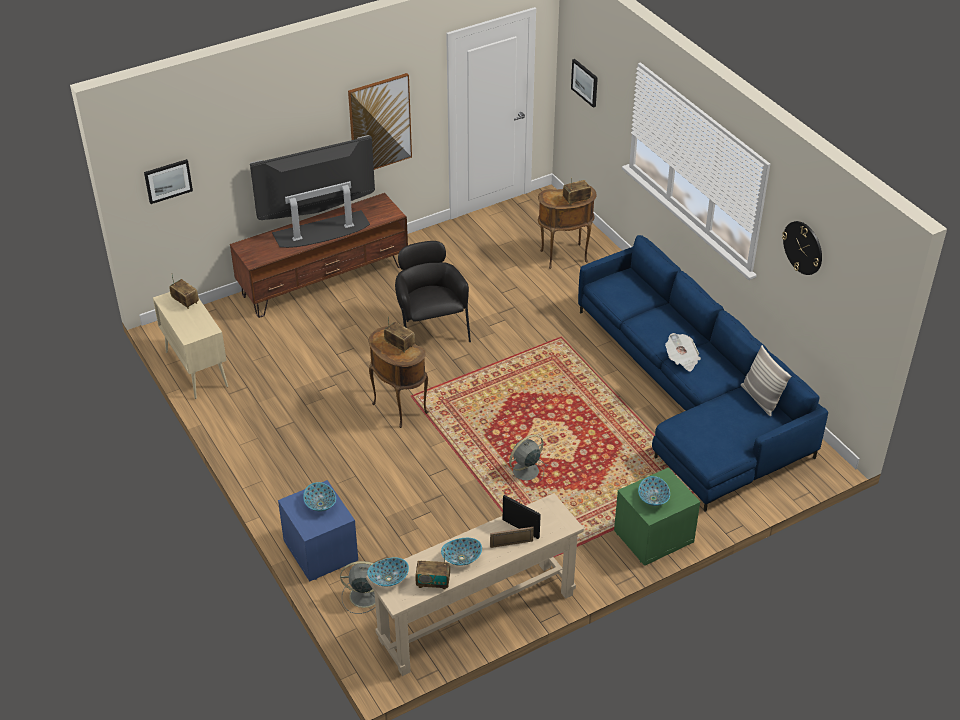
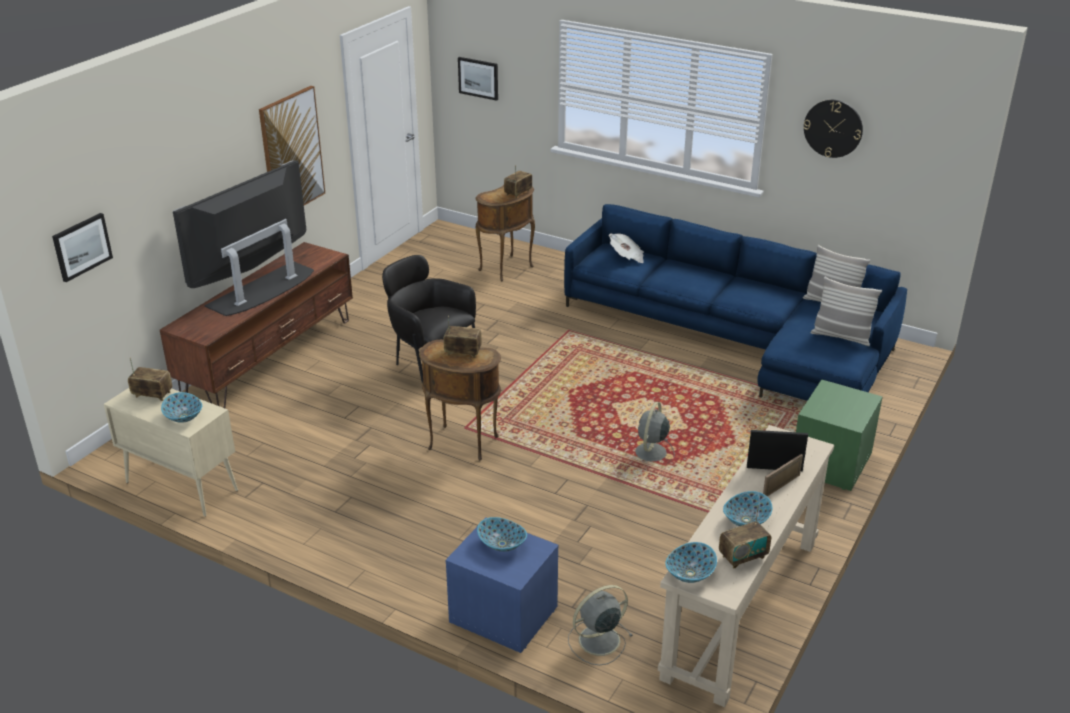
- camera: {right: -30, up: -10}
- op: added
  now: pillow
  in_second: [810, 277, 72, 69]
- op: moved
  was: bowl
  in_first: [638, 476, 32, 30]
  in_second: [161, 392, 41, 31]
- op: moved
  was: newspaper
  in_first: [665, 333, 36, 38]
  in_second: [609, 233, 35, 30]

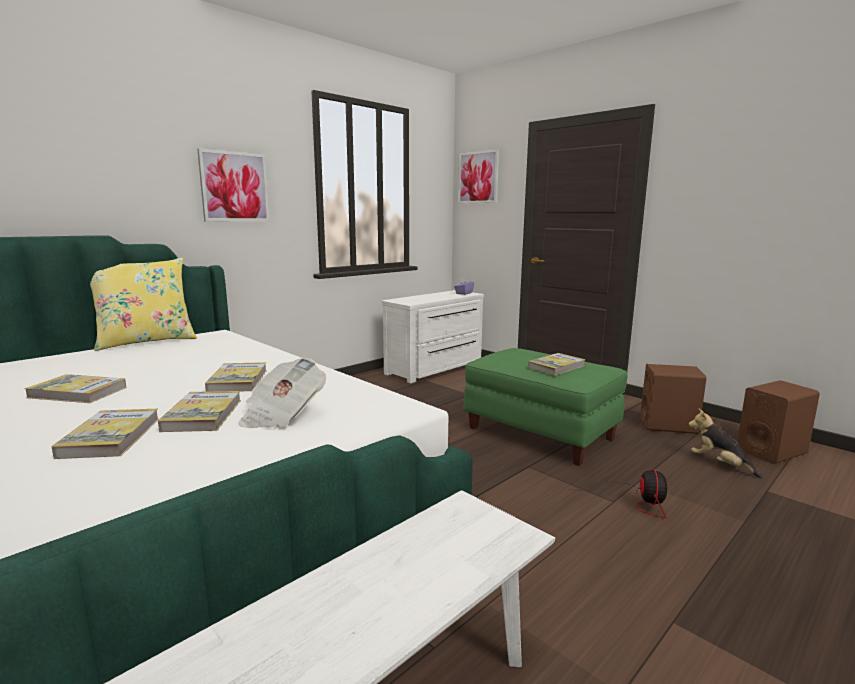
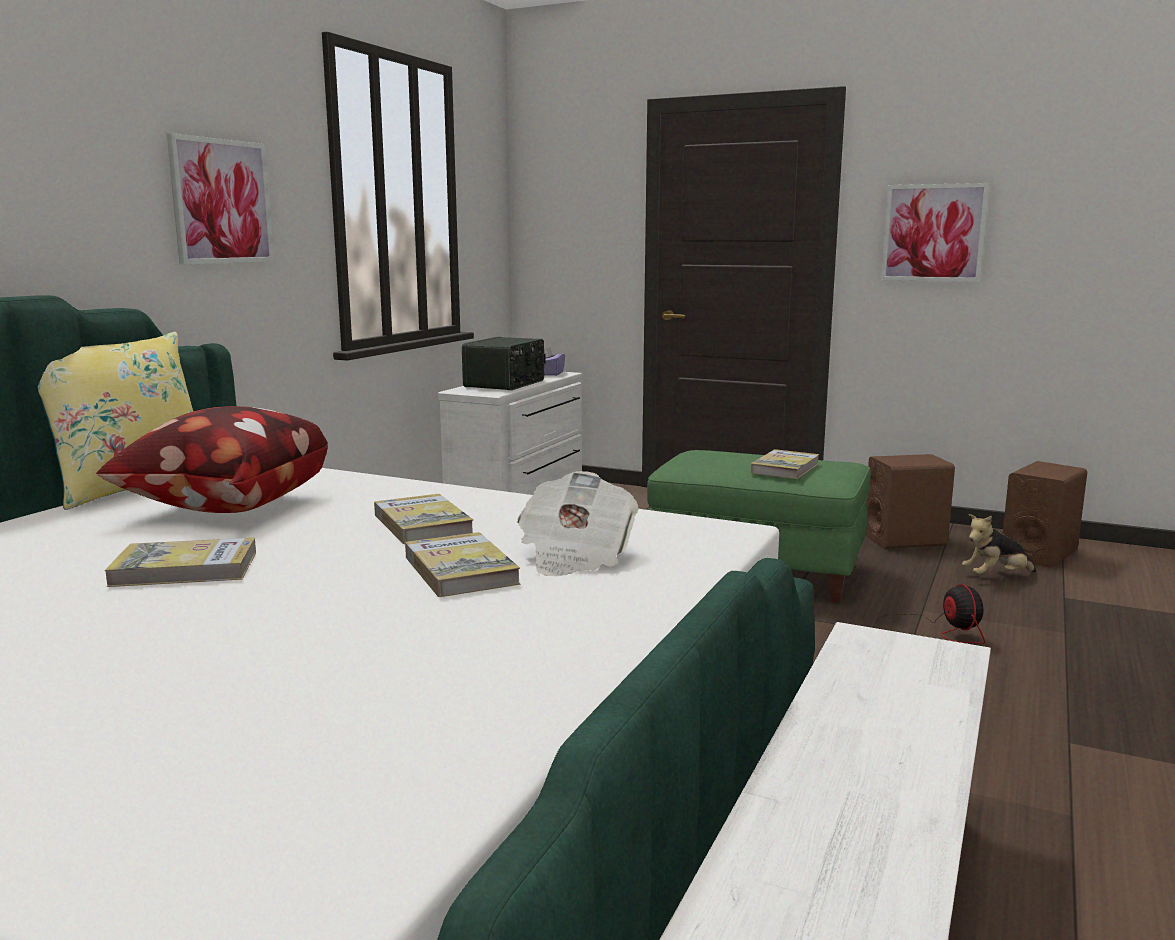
- camera: {right: -20, up: 0}
- op: removed
  was: book
  in_first: [51, 409, 108, 50]
- op: added
  now: pillow
  in_second: [96, 406, 232, 107]
- op: added
  now: radio
  in_second: [462, 337, 84, 53]
- op: moved
  was: picture
  in_first: [458, 149, 41, 54]
  in_second: [881, 183, 109, 99]
- op: turned
  was: plush toy
  in_first: [688, 408, 75, 70]
  in_second: [962, 514, 74, 60]
  clockwise: -45

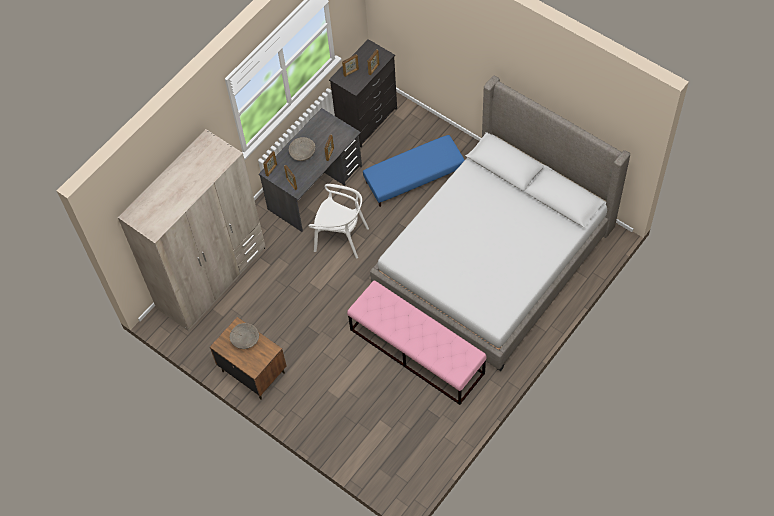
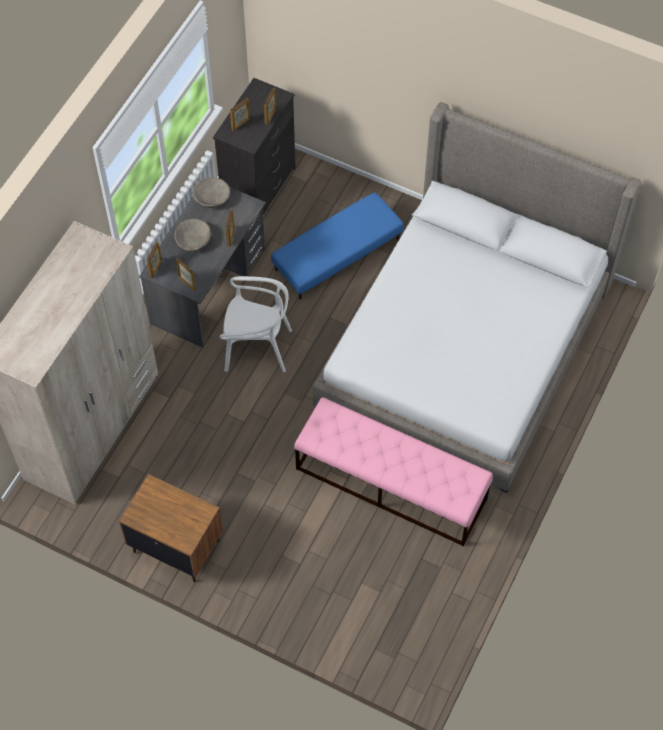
- camera: {right: -15, up: 0}
- op: moved
  was: bowl (beige)
  in_first: [230, 323, 29, 26]
  in_second: [193, 177, 37, 31]

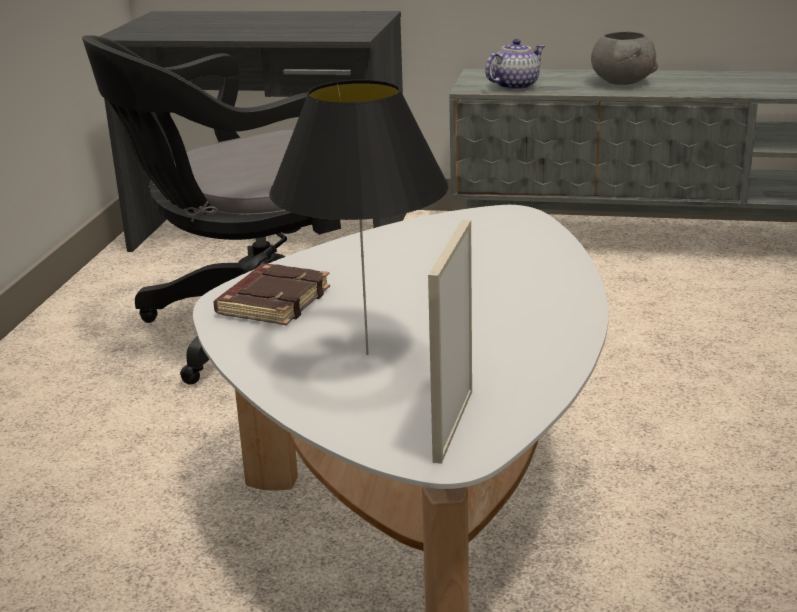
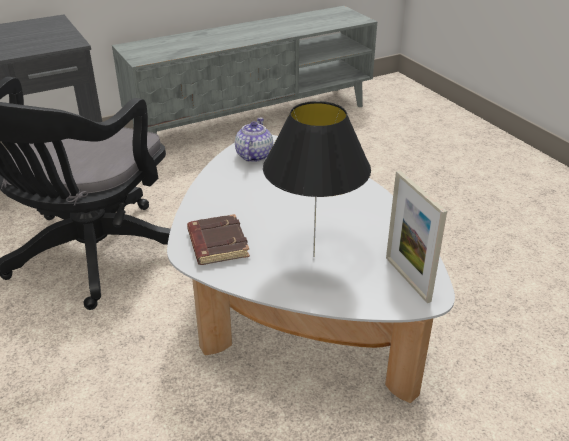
- camera: {right: -40, up: 10}
- op: removed
  was: bowl (grey)
  in_first: [591, 32, 67, 53]
- op: moved
  was: teapot
  in_first: [485, 39, 60, 51]
  in_second: [235, 117, 38, 45]

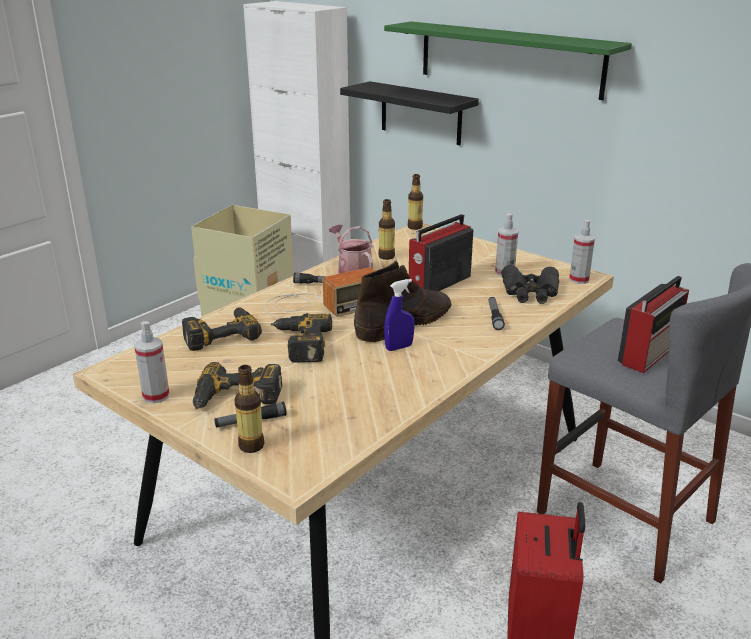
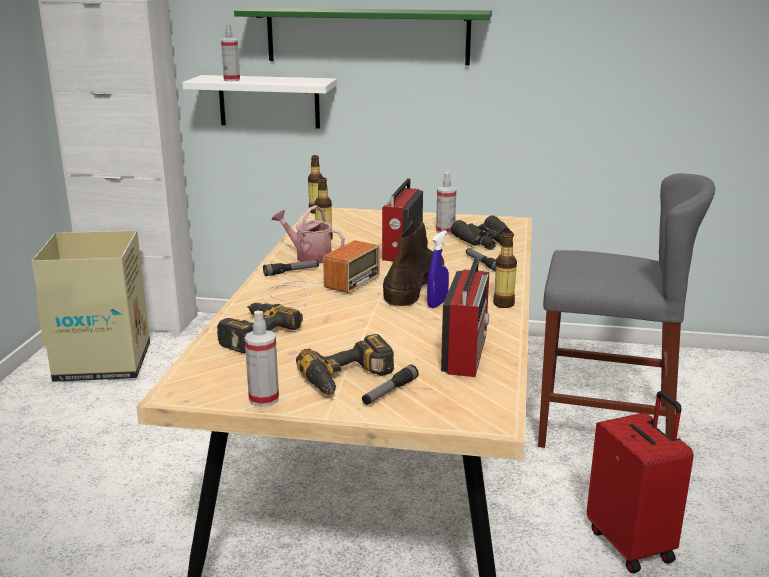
- camera: {right: -30, up: -5}
- op: removed
  was: power drill
  in_first: [271, 313, 61, 49]
- op: moved
  was: bottle
  in_first: [234, 365, 31, 88]
  in_second: [493, 231, 24, 77]
- op: moved
  was: spray bottle
  in_first: [569, 220, 26, 64]
  in_second: [221, 24, 19, 57]
- op: moved
  was: radio
  in_first: [618, 276, 71, 97]
  in_second: [441, 258, 48, 119]
- op: recoloured
  was: shelf (black)
  now: shelf (white)
  in_first: [340, 81, 139, 64]
  in_second: [182, 75, 155, 54]

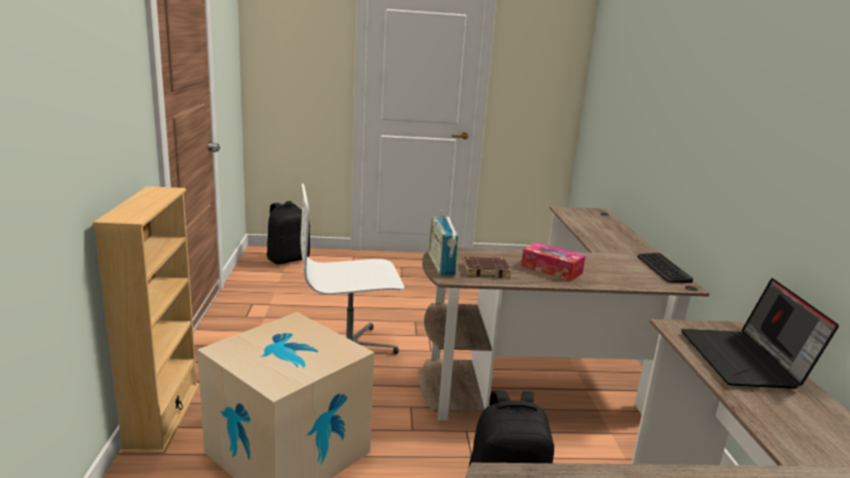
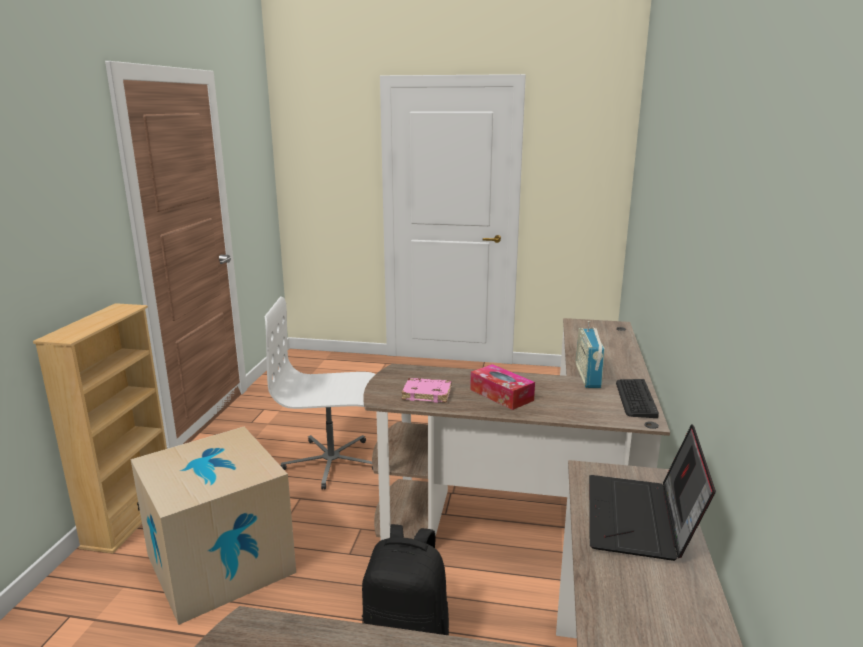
- camera: {right: 15, up: 0}
- op: removed
  was: backpack (black)
  in_first: [267, 201, 43, 63]
- op: moved
  was: radio
  in_first: [428, 209, 30, 67]
  in_second: [576, 321, 29, 67]
- op: recoloured
  was: book (brown)
  now: book (pink)
  in_first: [463, 257, 48, 21]
  in_second: [402, 378, 49, 25]

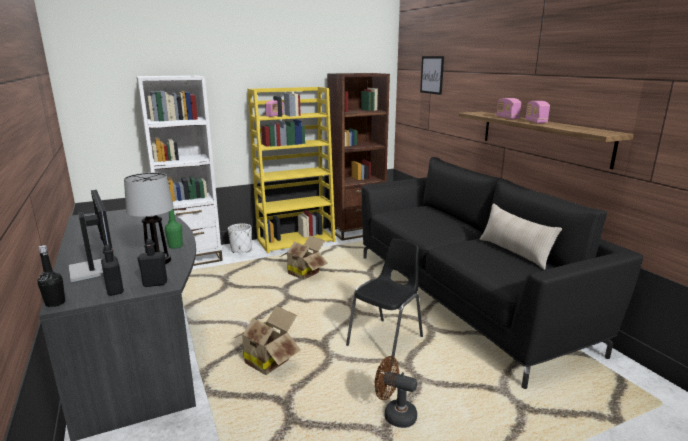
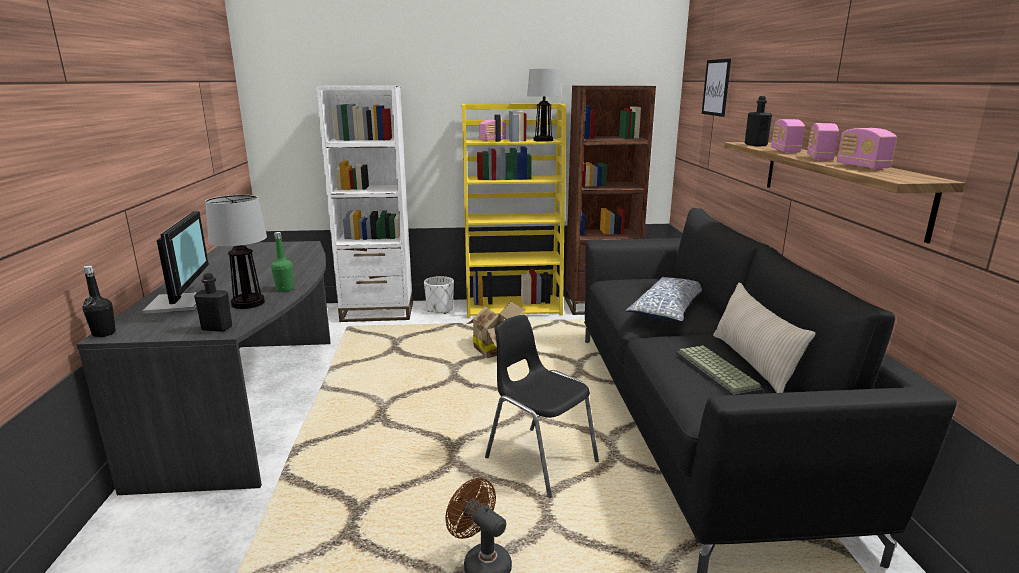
- camera: {right: 20, up: 0}
- op: removed
  was: cardboard box
  in_first: [232, 306, 69, 69]
- op: added
  now: table lamp
  in_second: [527, 69, 34, 73]
- op: added
  now: pillow
  in_second: [626, 277, 76, 45]
- op: added
  now: keyboard
  in_second: [676, 345, 88, 50]
- op: added
  now: radio
  in_second: [837, 128, 60, 42]
- op: moved
  was: bottle (black)
  in_first: [101, 245, 23, 51]
  in_second: [745, 96, 27, 50]
- op: turned
  was: chair (black)
  in_first: [346, 239, 77, 126]
  in_second: [485, 315, 114, 183]
  clockwise: -105

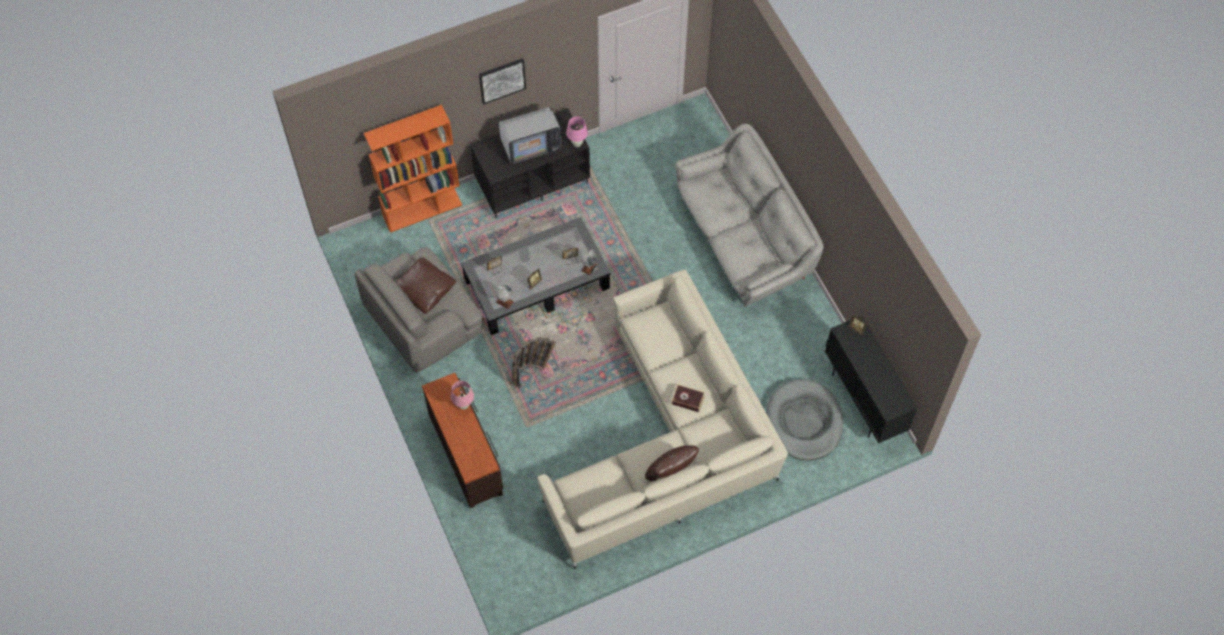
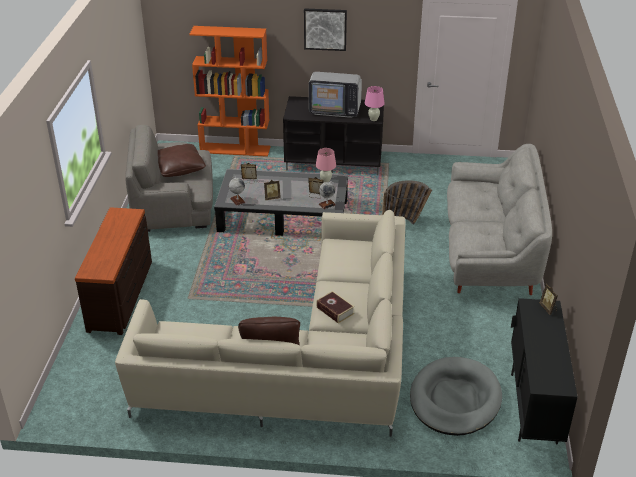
- camera: {right: 30, up: -25}
- op: moved
  was: table lamp (pink)
  in_first: [451, 380, 23, 30]
  in_second: [316, 148, 20, 34]
- op: moved
  was: basket
  in_first: [512, 337, 45, 51]
  in_second: [383, 180, 49, 45]

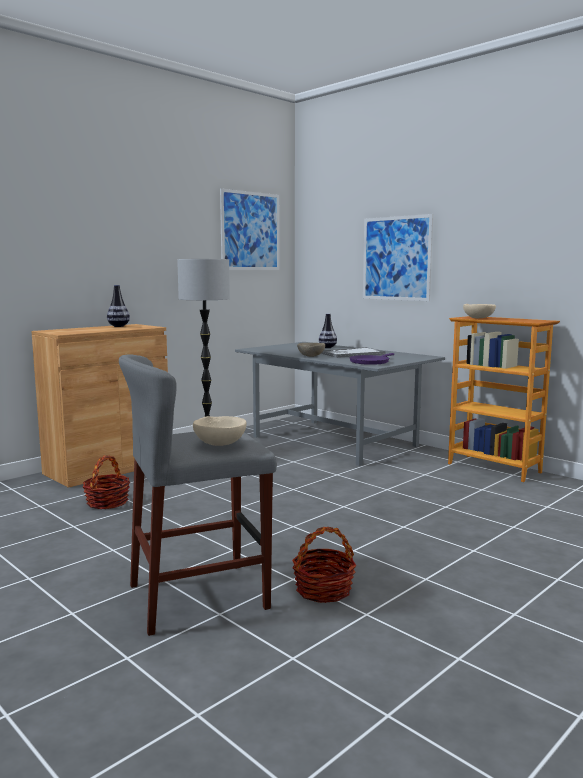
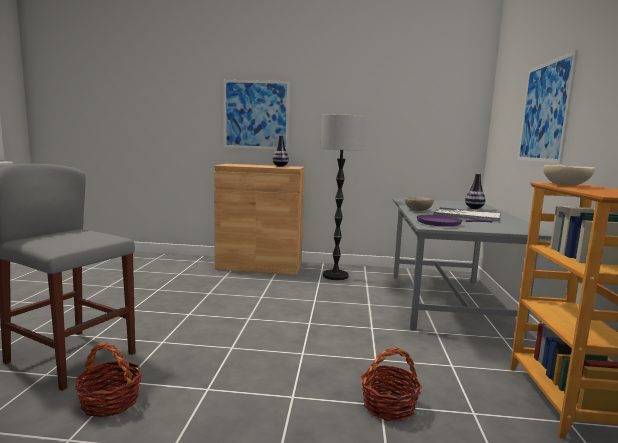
- camera: {right: 50, up: 0}
- op: removed
  was: bowl (beige)
  in_first: [193, 416, 53, 30]
- op: moved
  was: basket
  in_first: [83, 456, 47, 53]
  in_second: [361, 348, 61, 73]
- op: moved
  was: picture
  in_first: [220, 188, 59, 82]
  in_second: [224, 80, 66, 70]

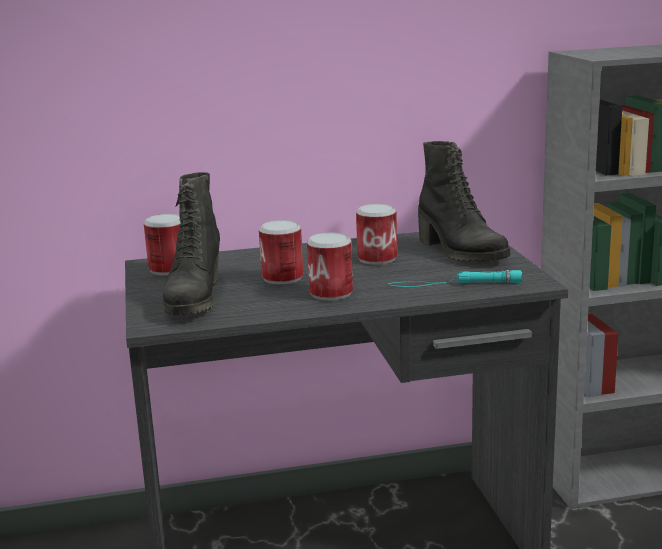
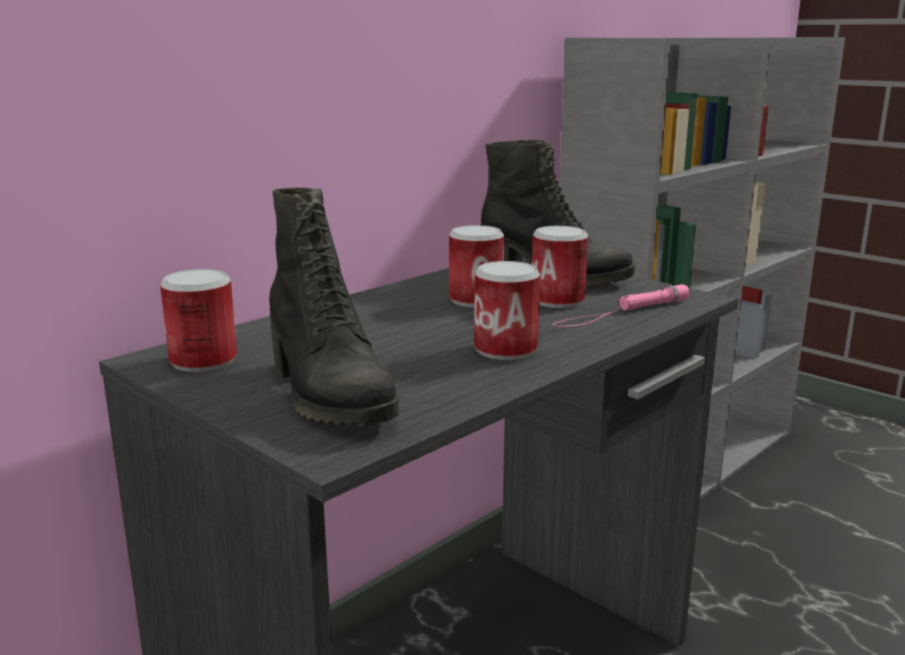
- camera: {right: -35, up: 0}
- op: moved
  was: can
  in_first: [259, 220, 44, 64]
  in_second: [532, 226, 56, 82]
- op: recoloured
  was: flashlight (turquoise)
  now: flashlight (pink)
  in_first: [388, 270, 135, 17]
  in_second: [552, 284, 138, 43]

